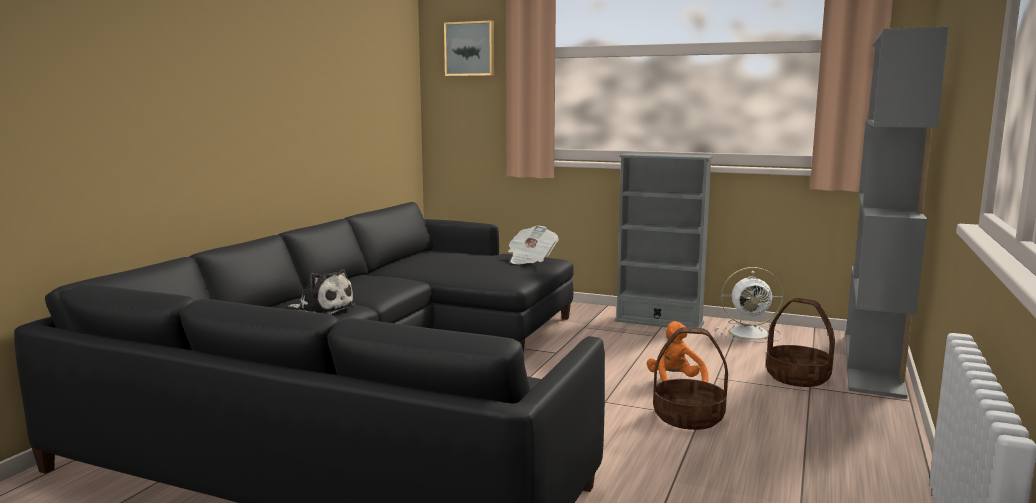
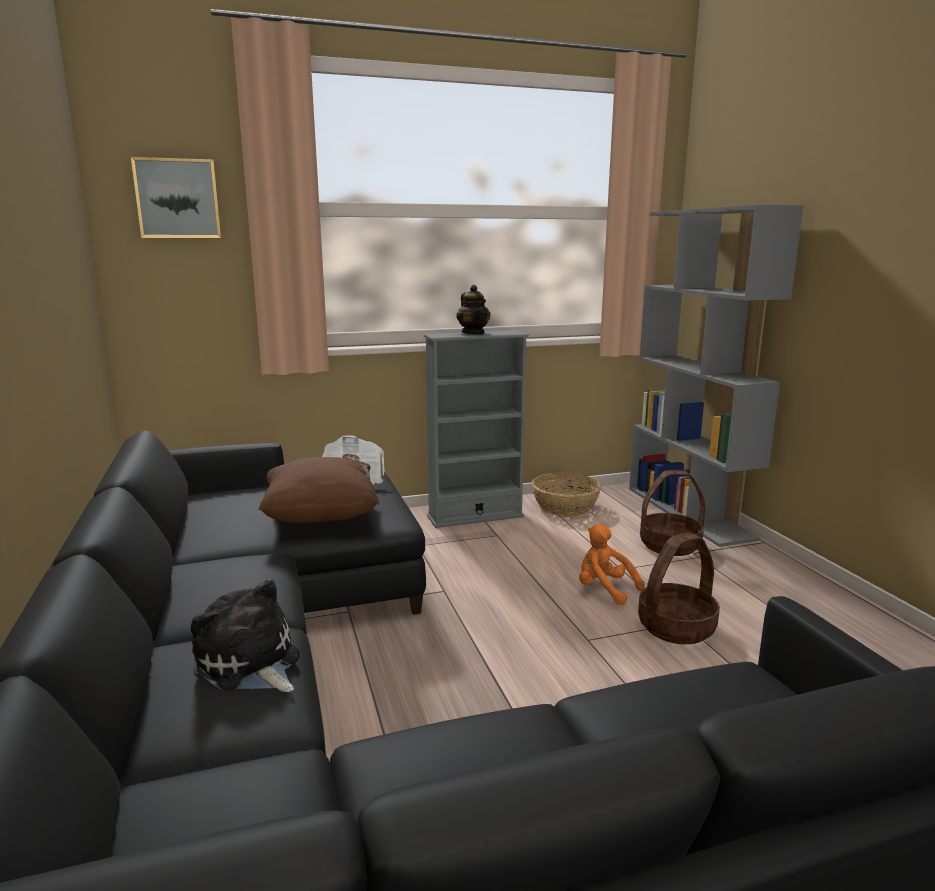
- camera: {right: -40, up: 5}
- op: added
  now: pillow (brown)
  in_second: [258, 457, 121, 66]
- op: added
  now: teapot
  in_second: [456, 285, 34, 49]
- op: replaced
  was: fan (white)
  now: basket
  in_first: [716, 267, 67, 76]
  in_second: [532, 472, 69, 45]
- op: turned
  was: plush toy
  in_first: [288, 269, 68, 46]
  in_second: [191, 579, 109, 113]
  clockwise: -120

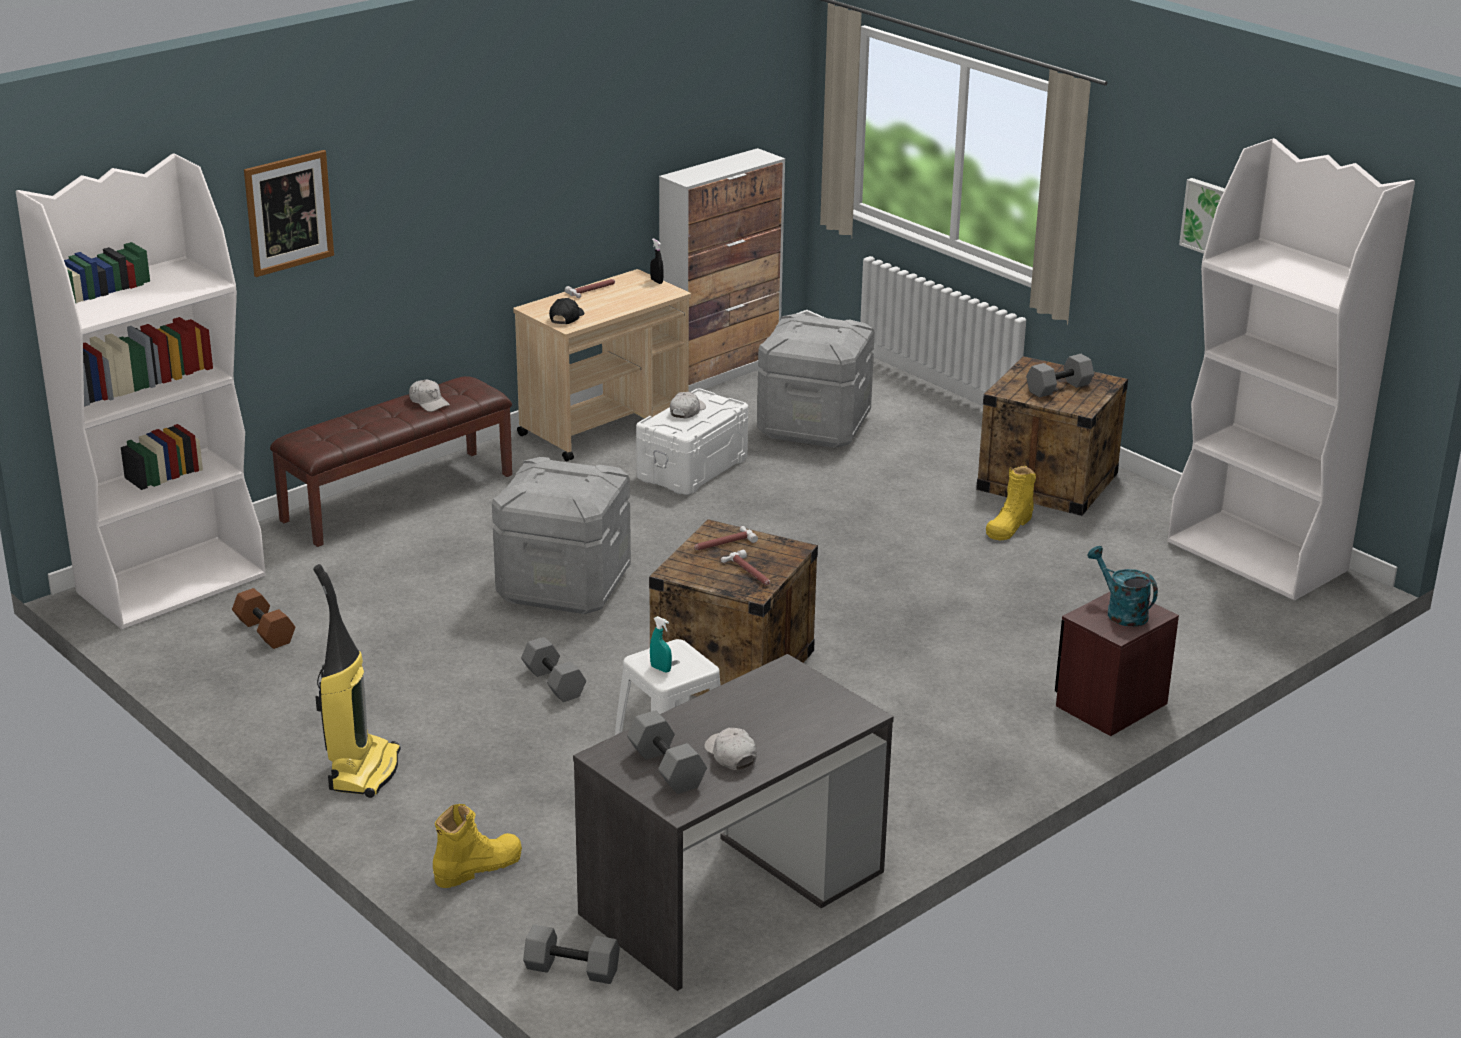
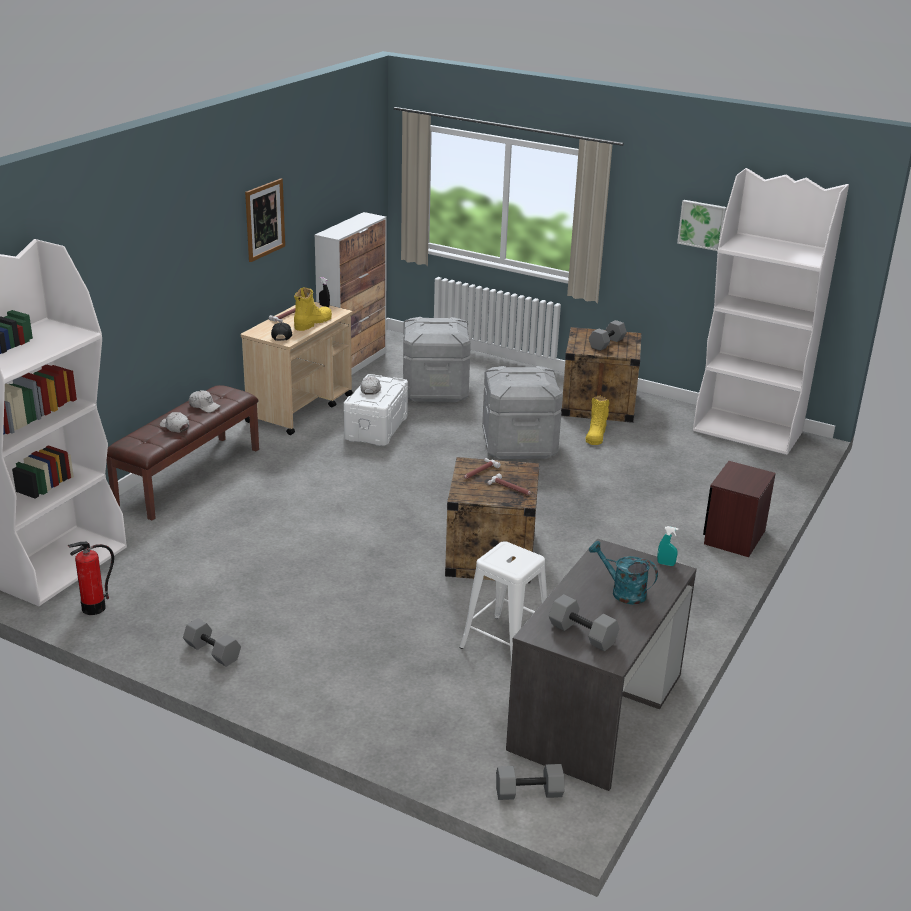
- camera: {right: -20, up: 0}
- op: removed
  was: dumbbell (brown)
  in_first: [232, 588, 63, 61]
- op: removed
  was: vacuum cleaner
  in_first: [313, 564, 88, 234]
- op: added
  now: fire extinguisher
  in_second: [67, 542, 47, 73]
- op: moved
  was: picture
  in_first: [244, 150, 90, 127]
  in_second: [245, 178, 40, 84]
- op: moved
  was: boot (yellow)
  in_first: [433, 804, 89, 84]
  in_second: [294, 287, 38, 44]
- op: moved
  was: storage box (grey)
  in_first: [492, 457, 139, 157]
  in_second: [482, 366, 81, 93]
- op: moved
  was: dumbbell (grey)
  in_first: [521, 637, 65, 65]
  in_second: [183, 618, 58, 49]
- op: moved
  was: spray bottle (turquoise)
  in_first: [650, 616, 22, 57]
  in_second: [657, 526, 21, 40]
- op: moved
  was: cap (white)
  in_first: [704, 728, 52, 42]
  in_second: [160, 412, 29, 21]
- op: moved
  was: watering can (turquoise)
  in_first: [1087, 546, 71, 81]
  in_second: [589, 541, 69, 64]

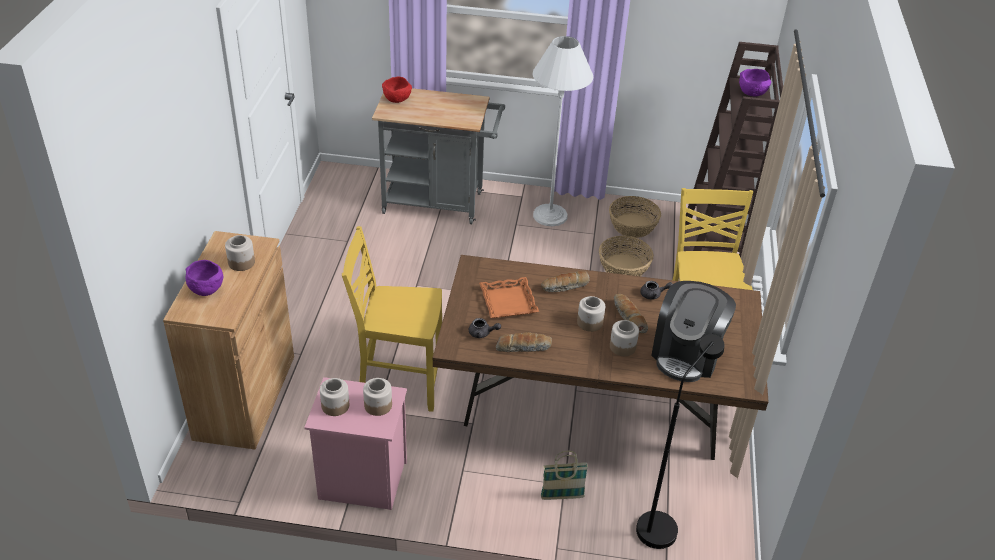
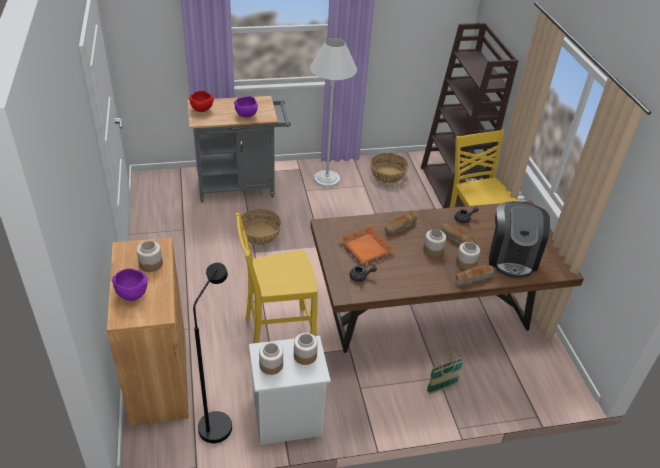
- camera: {right: -20, up: 0}
- op: moved
  was: bread
  in_first: [496, 332, 56, 20]
  in_second: [455, 265, 39, 21]
- op: moved
  was: basket
  in_first: [599, 236, 55, 40]
  in_second: [241, 209, 41, 36]
- op: moved
  was: floor lamp (black)
  in_first: [636, 334, 88, 215]
  in_second: [193, 263, 39, 180]
- op: moved
  was: bowl (purple)
  in_first: [739, 69, 32, 28]
  in_second: [234, 96, 24, 21]
- op: recoloured
  was: nightstand (pink)
  now: nightstand (white)
  in_first: [304, 377, 103, 133]
  in_second: [249, 336, 82, 109]

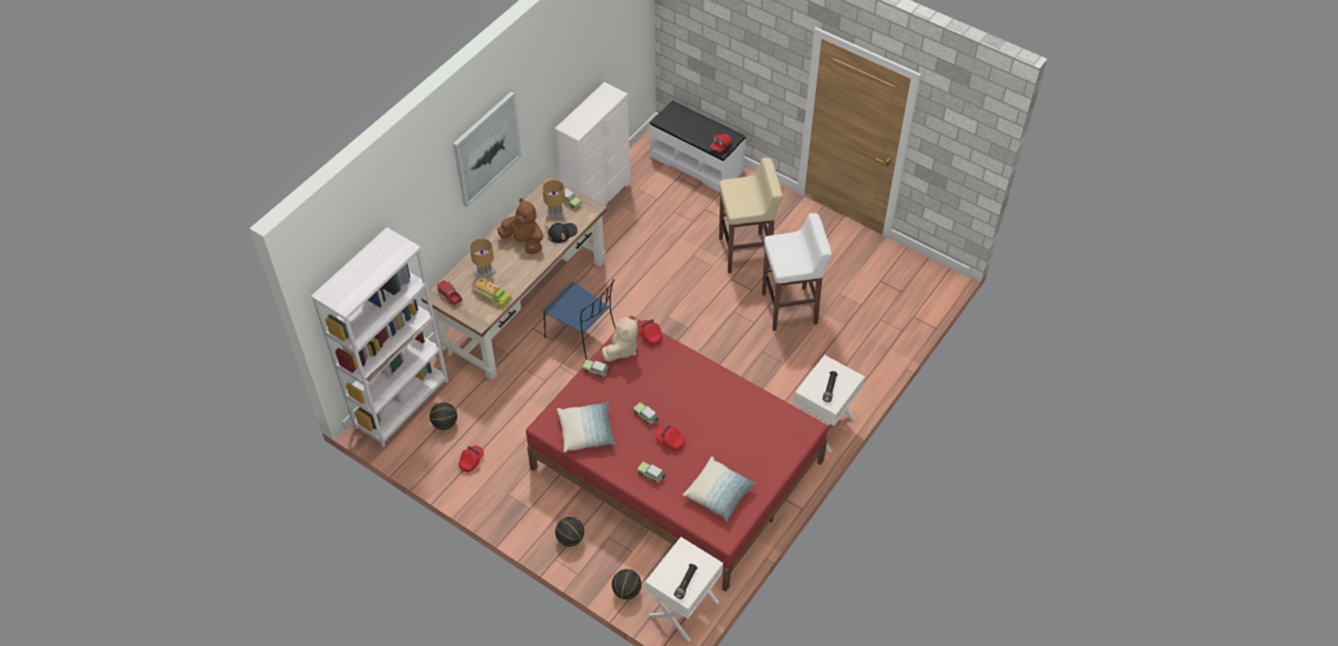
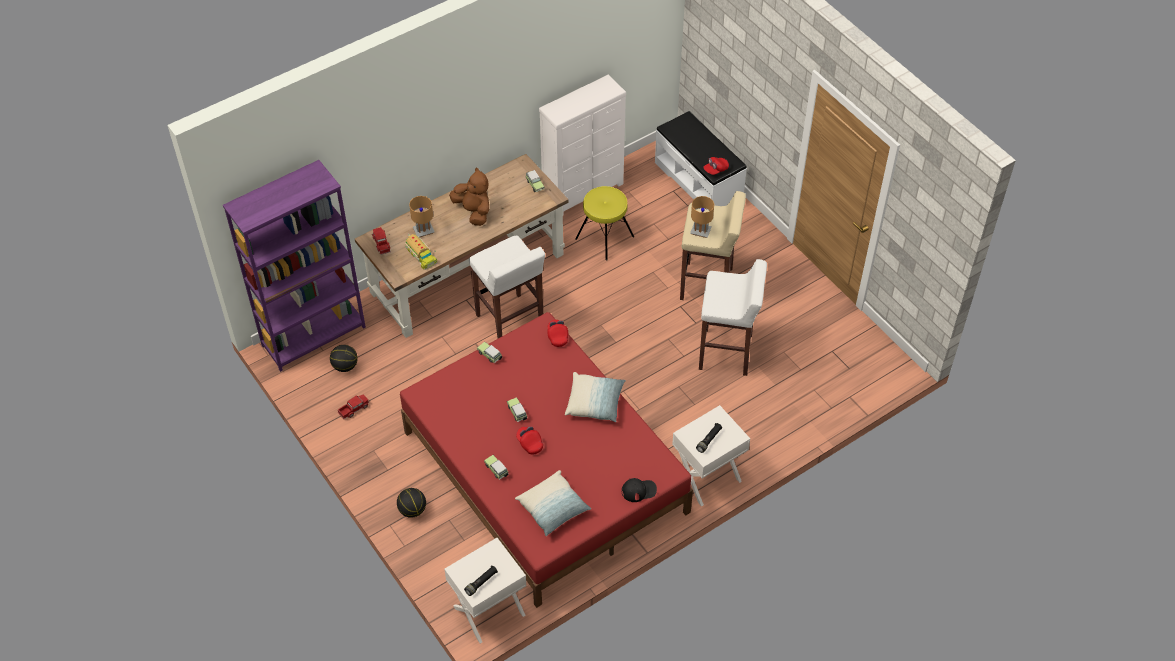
- camera: {right: 20, up: 0}
- op: removed
  was: picture
  in_first: [453, 92, 69, 115]
- op: removed
  was: plush toy (beige)
  in_first: [602, 317, 36, 44]
- op: removed
  was: basketball
  in_first: [612, 569, 30, 31]
- op: added
  now: stool (yellow)
  in_second: [575, 186, 59, 74]
- op: moved
  was: table lamp (brown)
  in_first: [542, 180, 23, 39]
  in_second: [690, 196, 24, 42]
- op: moved
  was: cap (black)
  in_first: [548, 223, 30, 20]
  in_second: [622, 478, 35, 24]
- op: moved
  was: pillow
  in_first: [557, 402, 59, 50]
  in_second: [565, 372, 61, 50]
- op: replaced
  was: cap (red)
  now: toy truck
  in_first: [459, 446, 25, 26]
  in_second: [338, 394, 31, 25]
- op: replaced
  was: chair (blue)
  now: stool (white)
  in_first: [543, 279, 73, 81]
  in_second: [469, 235, 76, 103]
- op: recoloured
  was: bookcase (white)
  now: bookcase (purple)
  in_first: [311, 227, 138, 220]
  in_second: [223, 160, 143, 212]

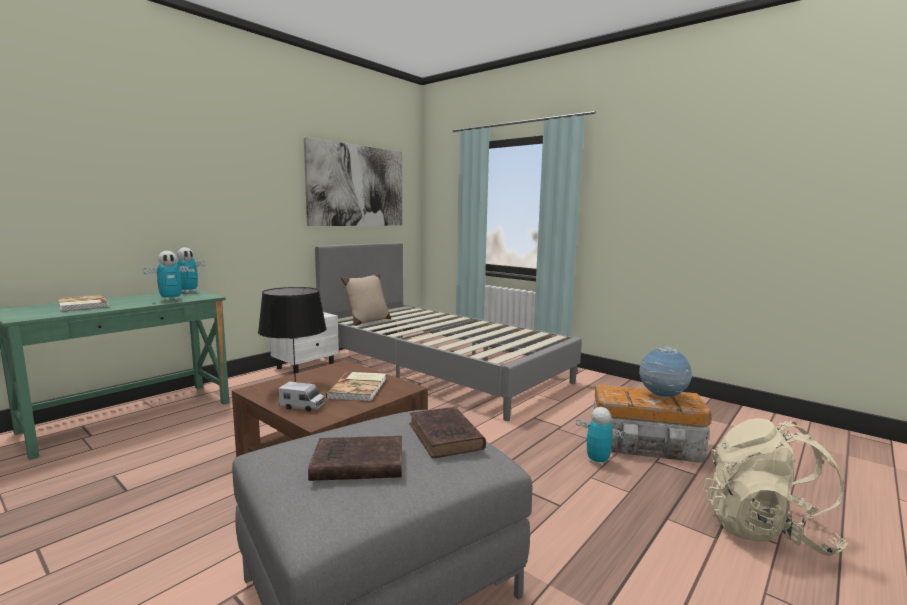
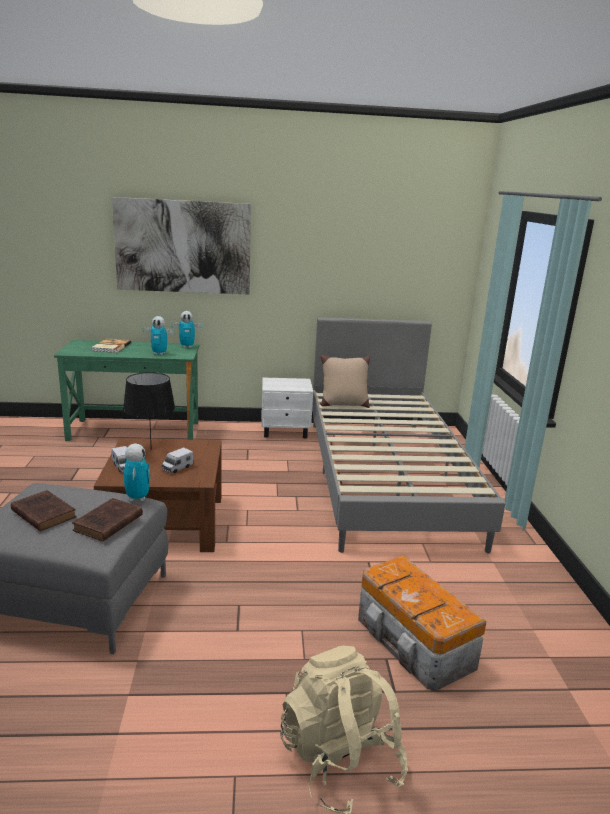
- camera: {right: 45, up: 10}
- op: removed
  was: globe
  in_first: [639, 347, 53, 51]
- op: moved
  was: picture
  in_first: [304, 137, 98, 89]
  in_second: [112, 197, 139, 98]
- op: moved
  was: toy robot
  in_first: [576, 407, 50, 59]
  in_second: [124, 444, 26, 57]
- op: replaced
  was: book
  now: toy truck
  in_first: [326, 372, 60, 29]
  in_second: [162, 447, 31, 26]

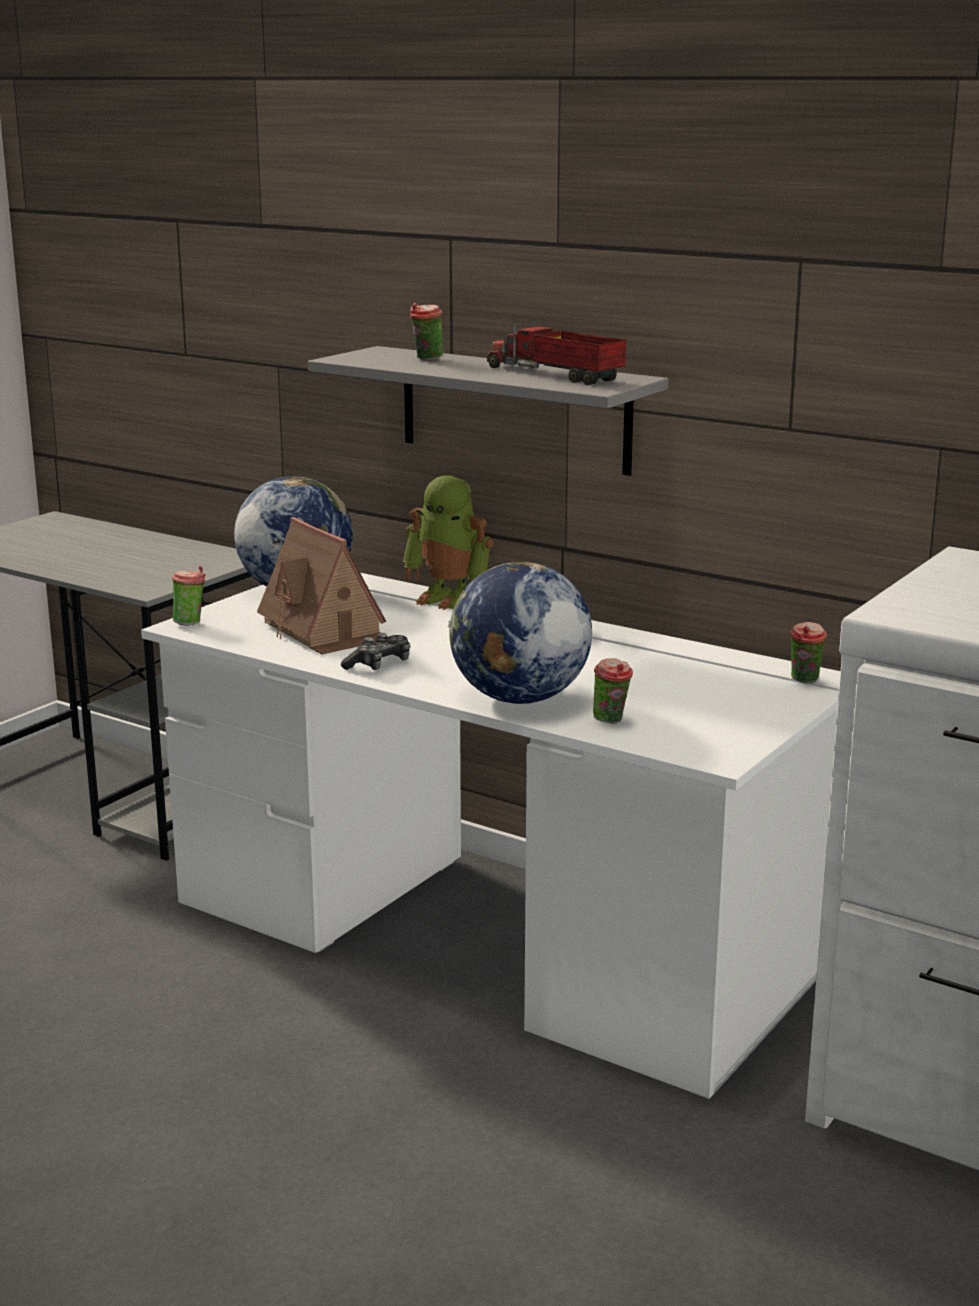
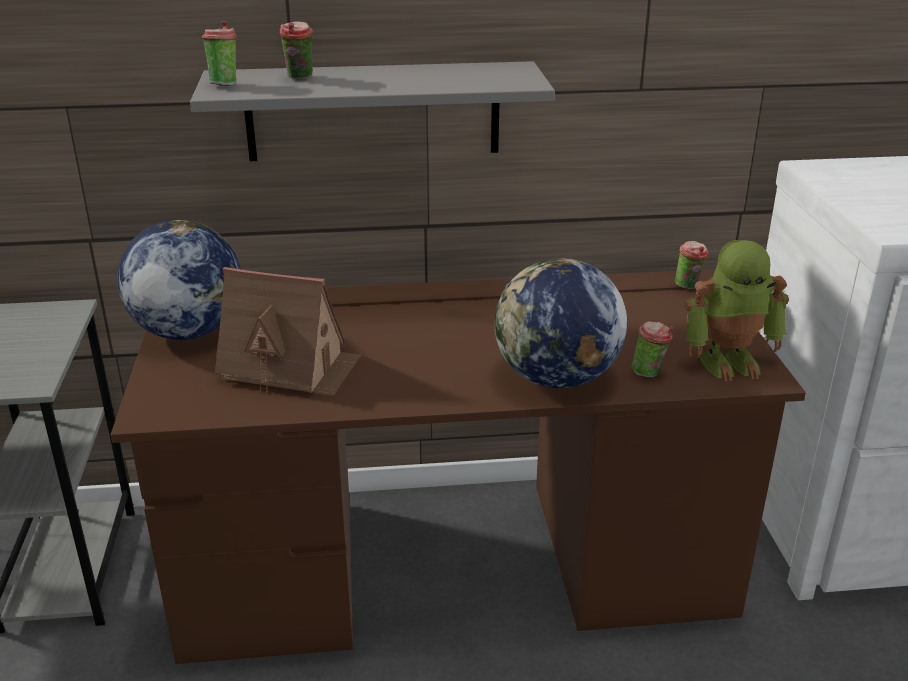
- camera: {right: -40, up: 10}
- op: removed
  was: game controller
  in_first: [341, 633, 69, 37]
- op: removed
  was: toy truck
  in_first: [487, 318, 139, 67]
- op: moved
  was: cup
  in_first: [172, 566, 34, 60]
  in_second: [202, 21, 35, 65]
- op: moved
  was: toy robot
  in_first: [403, 475, 90, 135]
  in_second: [685, 240, 104, 141]
- op: recoloured
  was: desk (white)
  now: desk (brown)
  in_first: [141, 573, 700, 526]
  in_second: [110, 269, 696, 395]

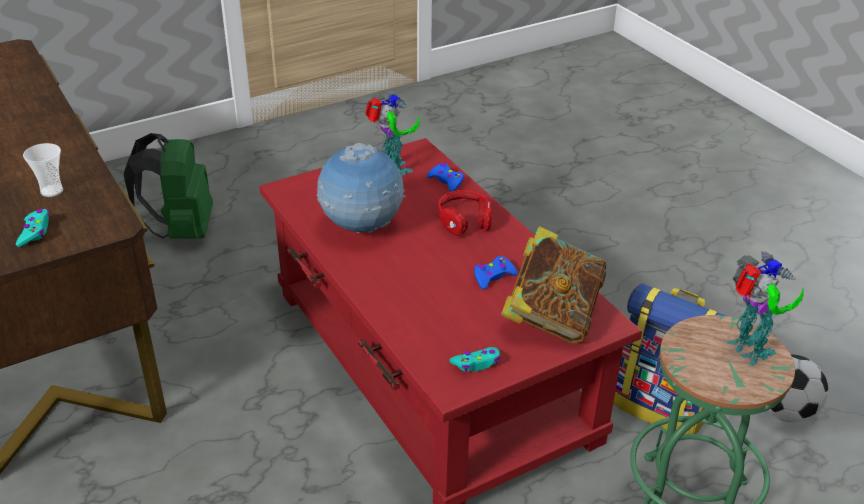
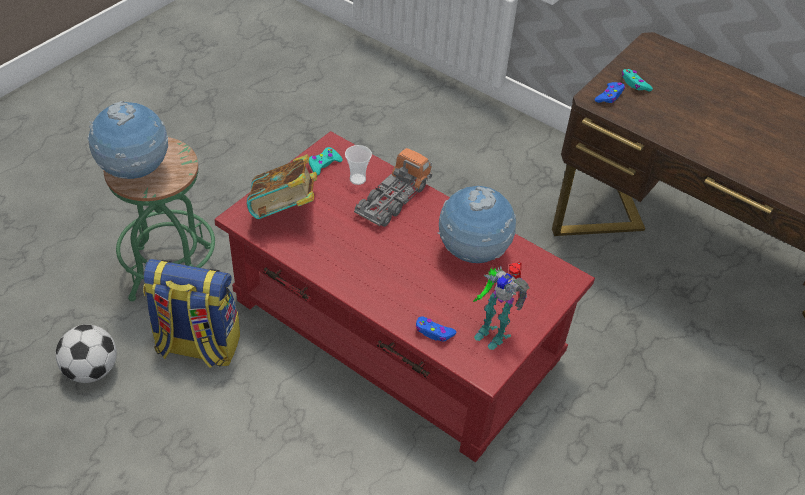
- camera: {right: 155, up: 10}
- op: removed
  was: backpack (green)
  in_first: [124, 133, 89, 106]
- op: removed
  was: headphones (red)
  in_first: [438, 190, 54, 46]
- op: added
  now: toy truck
  in_second: [354, 148, 78, 79]
- op: moved
  was: cup
  in_first: [23, 143, 40, 54]
  in_second: [345, 145, 27, 40]
- op: moved
  was: game controller (blue)
  in_first: [473, 256, 45, 33]
  in_second: [594, 82, 31, 21]
- op: replaced
  was: toy robot
  now: globe
  in_first: [727, 251, 77, 115]
  in_second: [87, 101, 81, 78]

